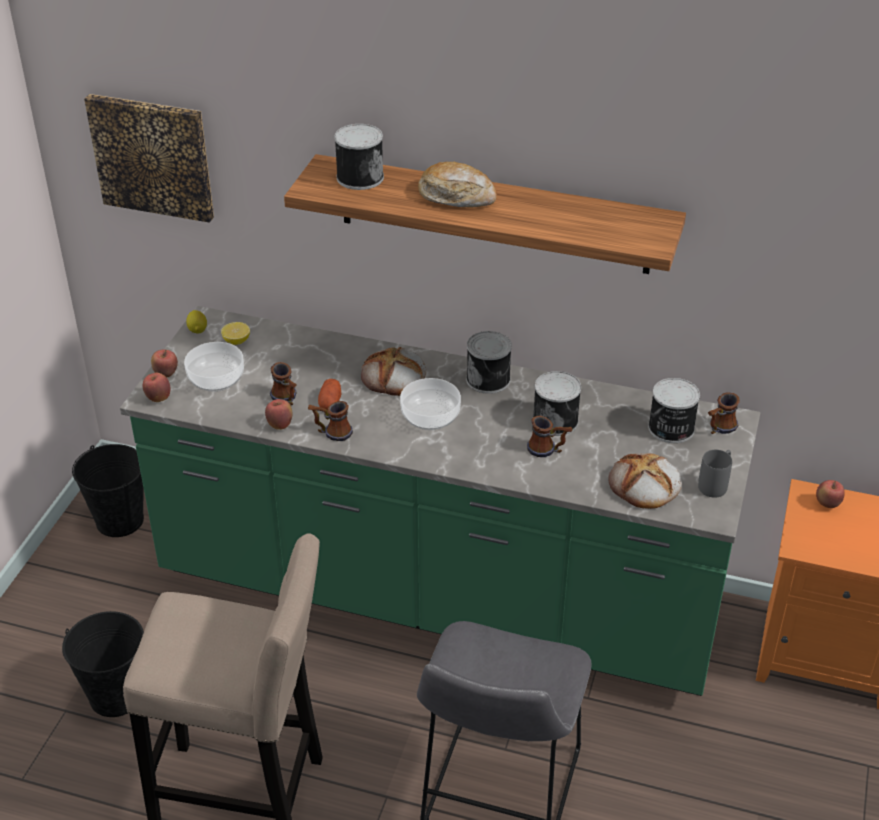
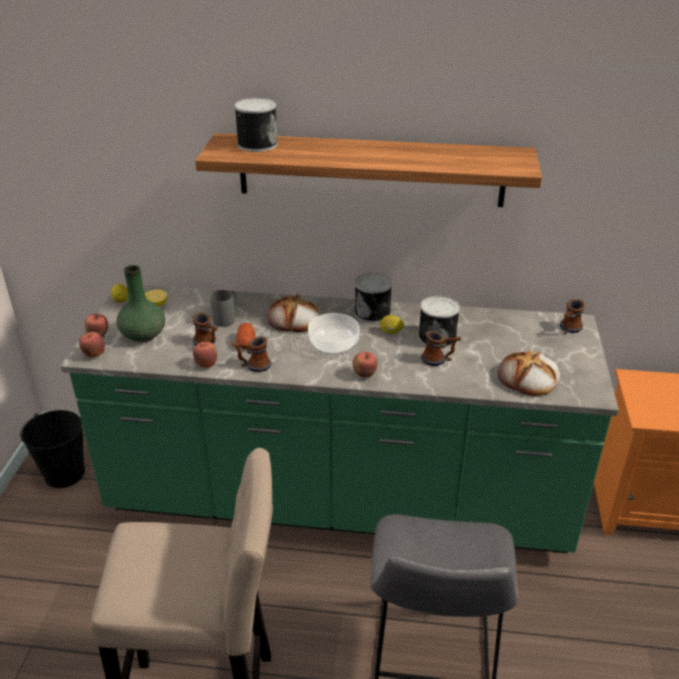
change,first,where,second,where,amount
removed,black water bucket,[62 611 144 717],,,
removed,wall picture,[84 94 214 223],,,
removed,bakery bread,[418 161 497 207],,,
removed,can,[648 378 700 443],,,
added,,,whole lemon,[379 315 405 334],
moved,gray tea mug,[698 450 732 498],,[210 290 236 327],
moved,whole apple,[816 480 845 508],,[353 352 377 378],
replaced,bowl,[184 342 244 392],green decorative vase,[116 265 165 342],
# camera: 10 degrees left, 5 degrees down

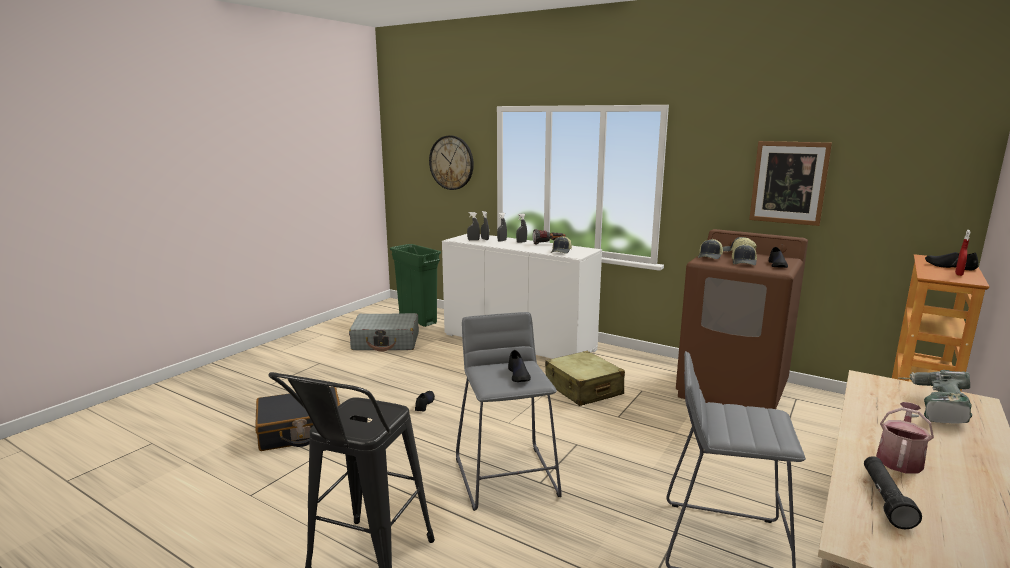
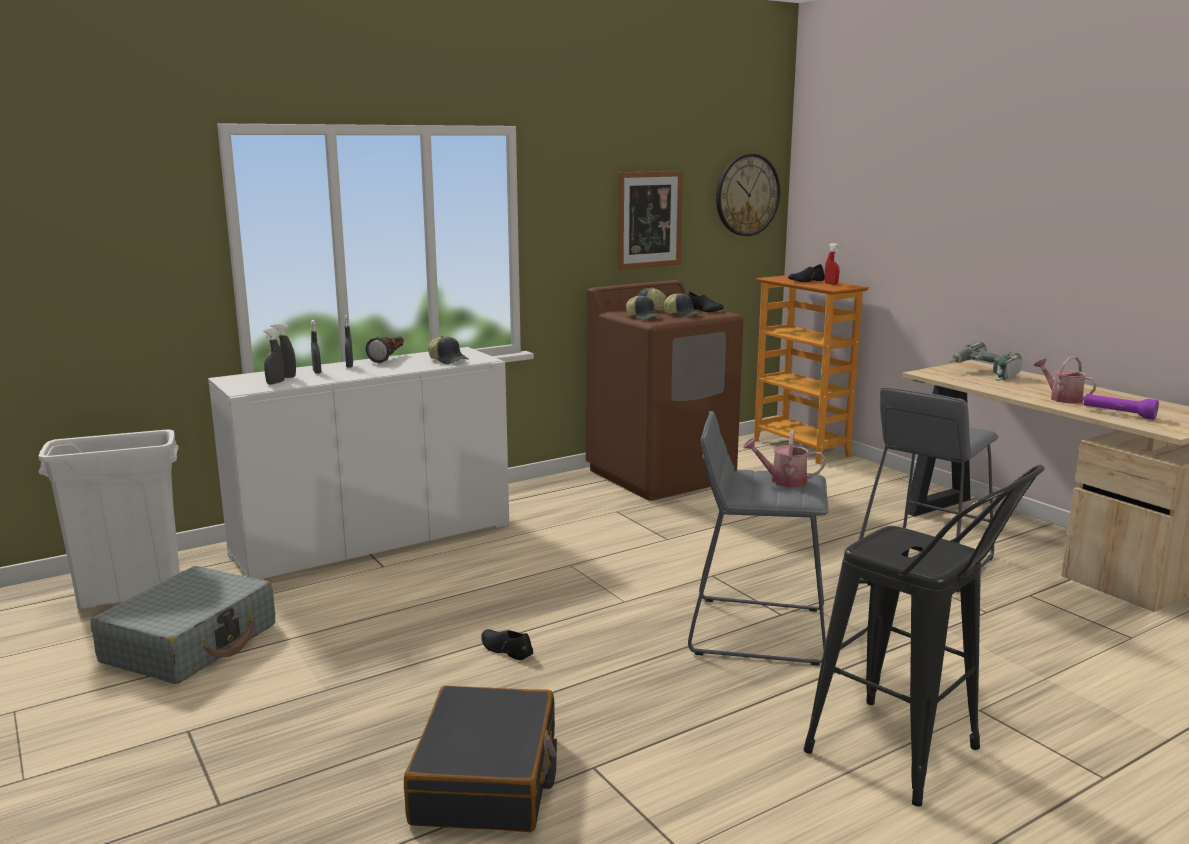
change,first,where,second,where,amount
removed,sand-coloured piece of luggage,[545 351 625 406],,,
moved,hanging clock,[429 135 474 190],,[716 154 780 236],
replaced,black item of footwear,[508 350 531 382],watering can,[743 430 826 487],
recoloured,green rubbish bin,[390 244 441 327],white rubbish bin,[38 429 180 609],
recoloured,black hand torch,[864 456 922 529],purple-coloured hand torch,[1084 394 1159 420],
# camera: 65 degrees left, 0 degrees up

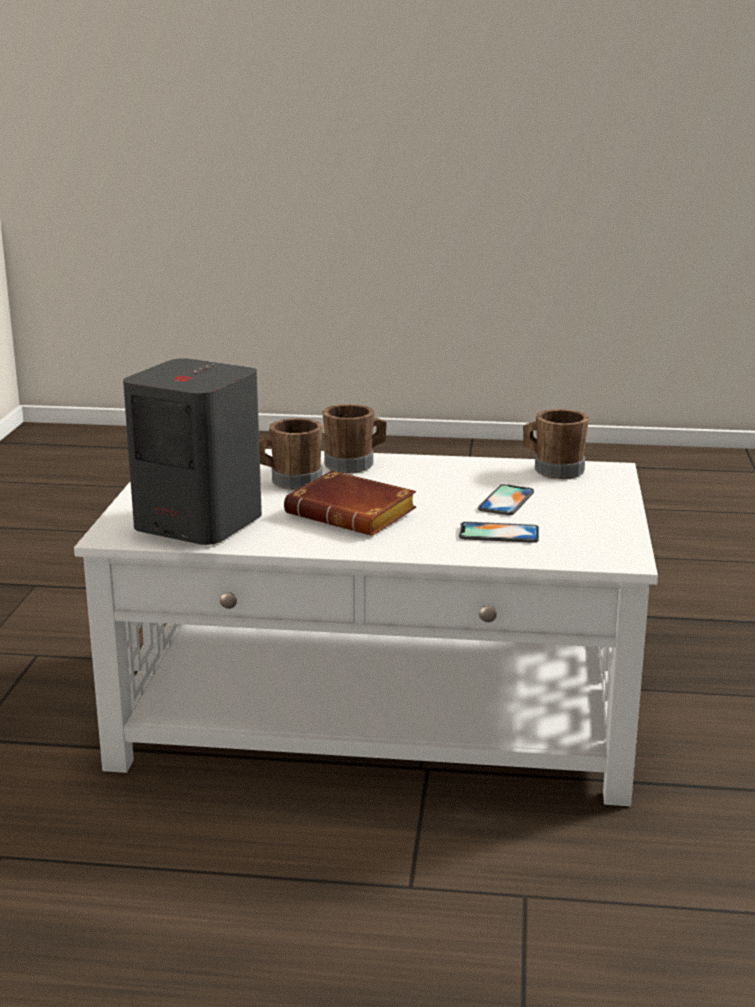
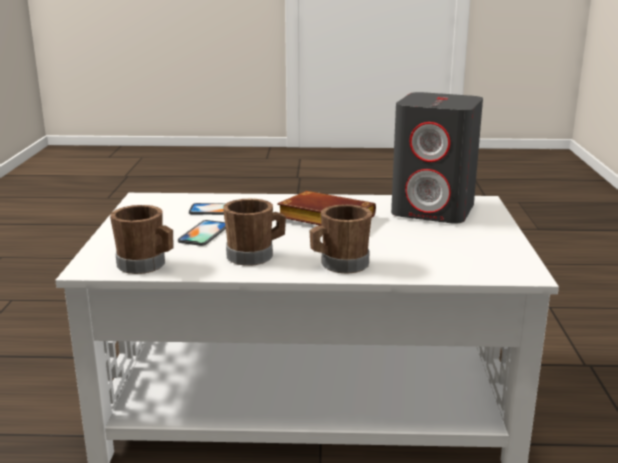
change,first,where,second,where,amount
moved,brown-coloured tea mug,[259 418 323 490],,[223 199 286 266],
# camera: 175 degrees right, 0 degrees up

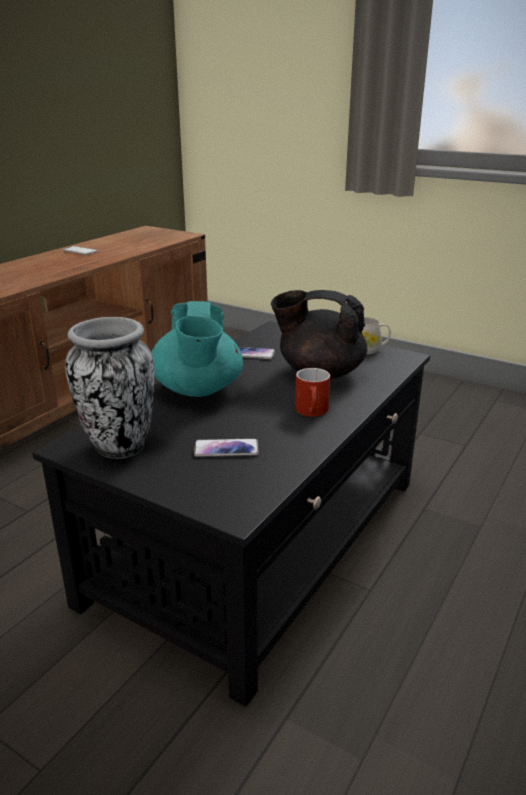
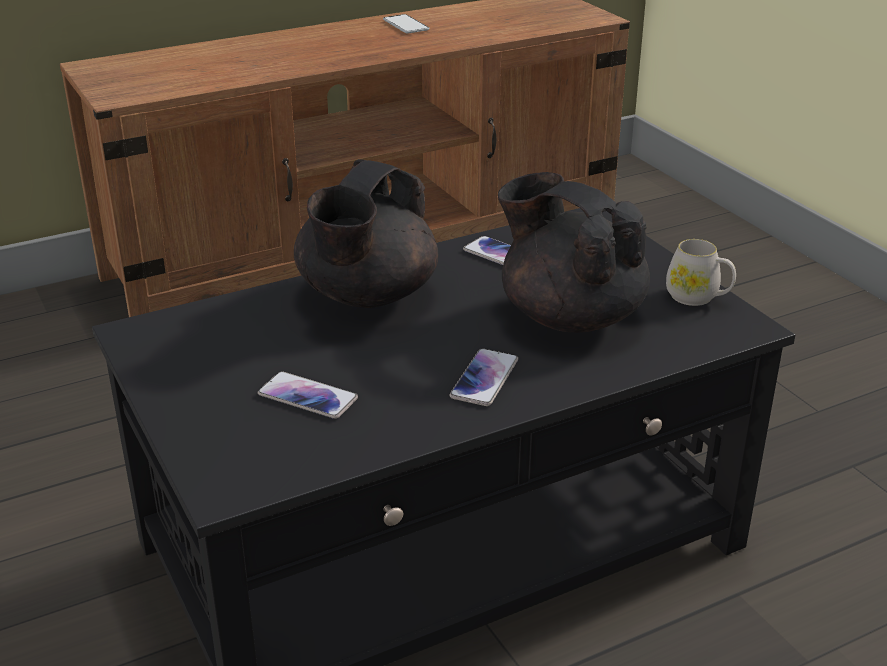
change,first,where,second,where,amount
removed,decorative vase,[65 317 154 459],,,
replaced,red tea mug,[295 368 330 417],telephone,[450 349 518 406],
recoloured,blue-green tea pot,[151 301 243 397],black tea pot,[294 159 438 308],
# camera: 30 degrees right, 5 degrees up

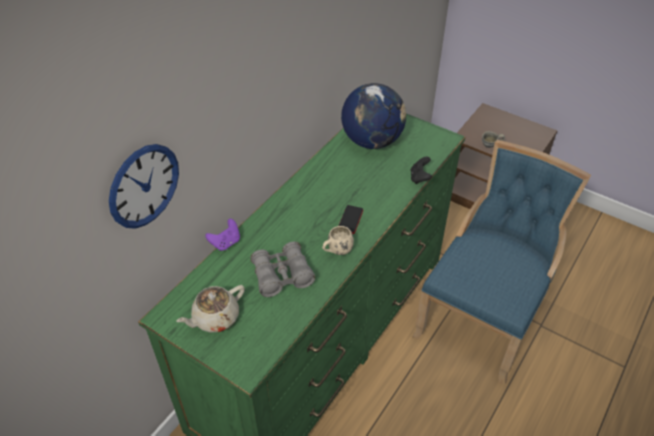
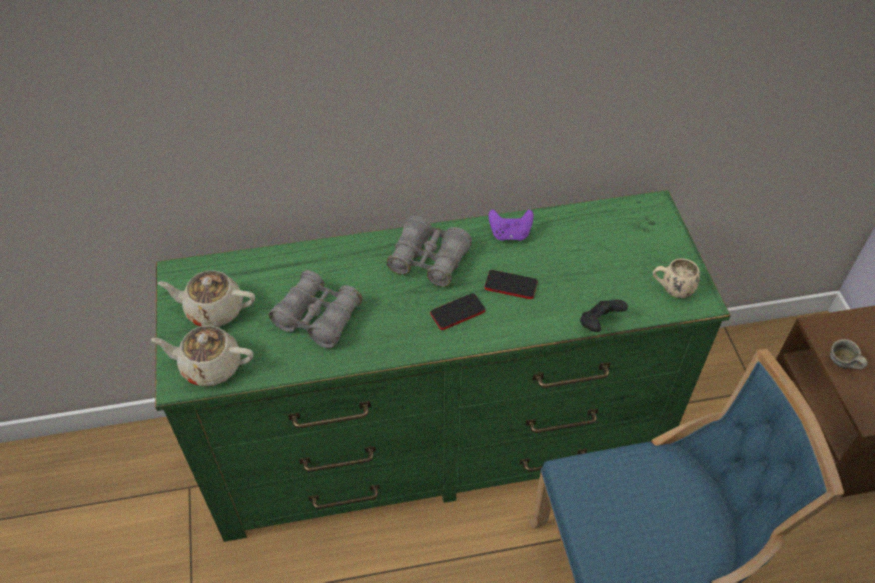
change,first,where,second,where,amount
removed,hanging clock,[109 144 179 229],,,
removed,world globe,[341 83 406 149],,,
added,,,sand-coloured tea pot,[151 325 253 386],
added,,,gray pair of binoculars,[387 216 472 287],
added,,,telephone,[484 270 538 299],
moved,purple-coloured joypad,[205 219 240 251],,[488 209 534 241],
moved,sand-coloured tea mug,[322 226 354 255],,[653 258 700 298],
# camera: 45 degrees right, 5 degrees up

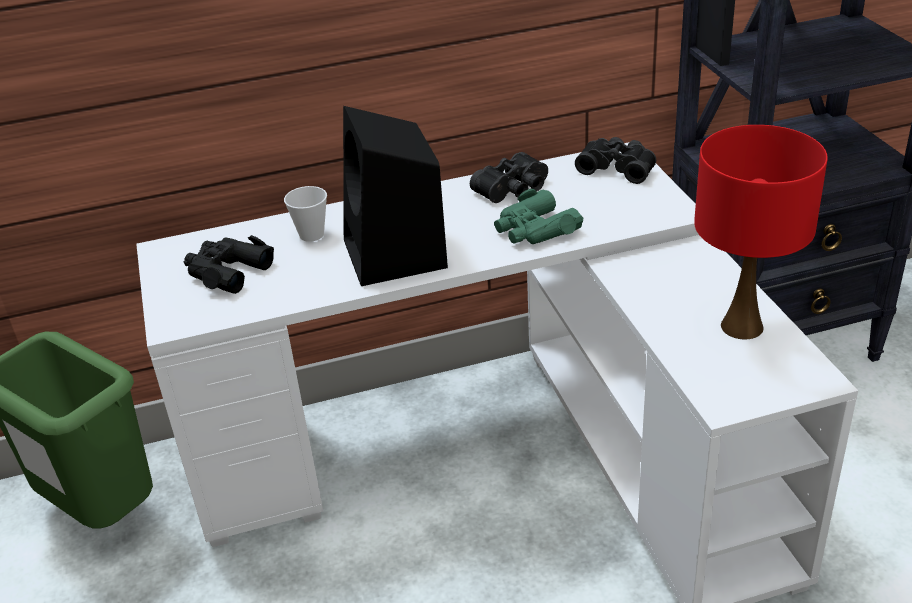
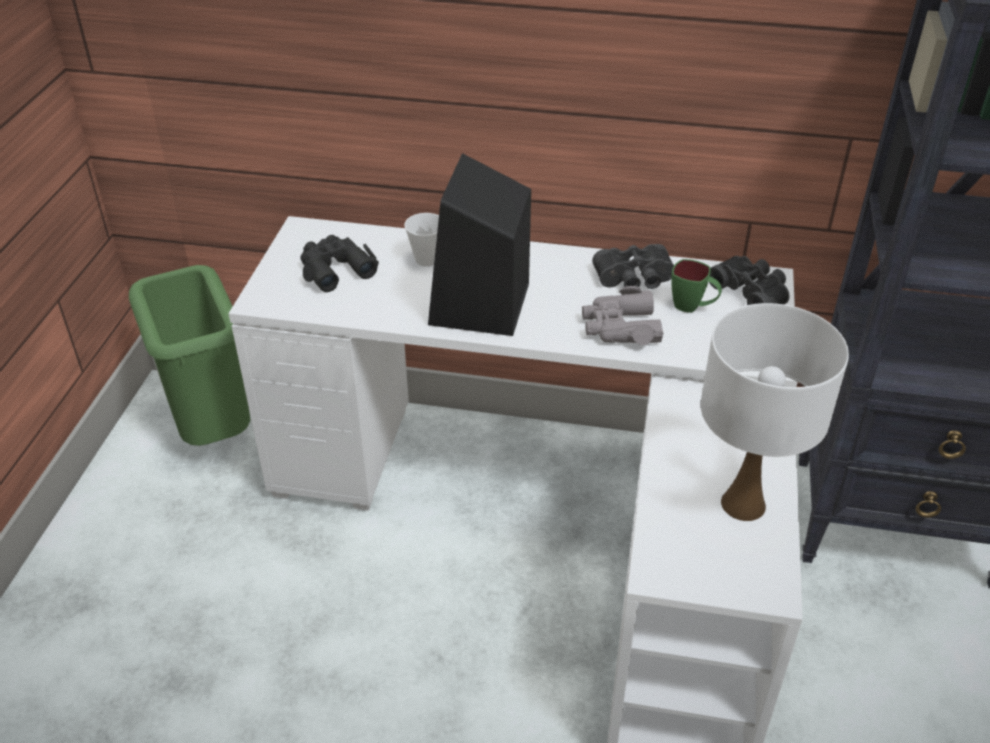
change,first,where,second,where,amount
added,,,green tea mug,[671 259 722 313],
recoloured,green pair of binoculars,[494 189 584 244],gray pair of binoculars,[582 286 664 345],
recoloured,red table lamp,[694 125 828 339],white table lamp,[701 303 849 521],
# camera: 25 degrees right, 5 degrees up

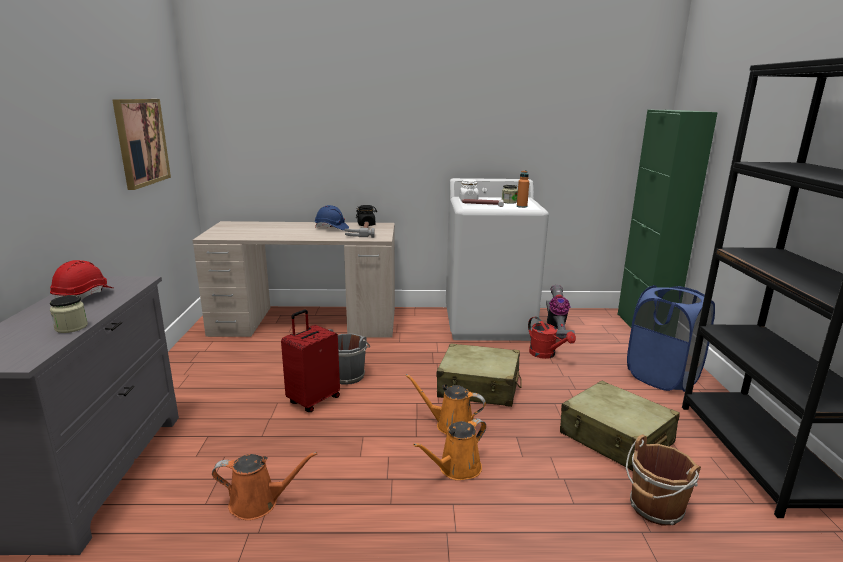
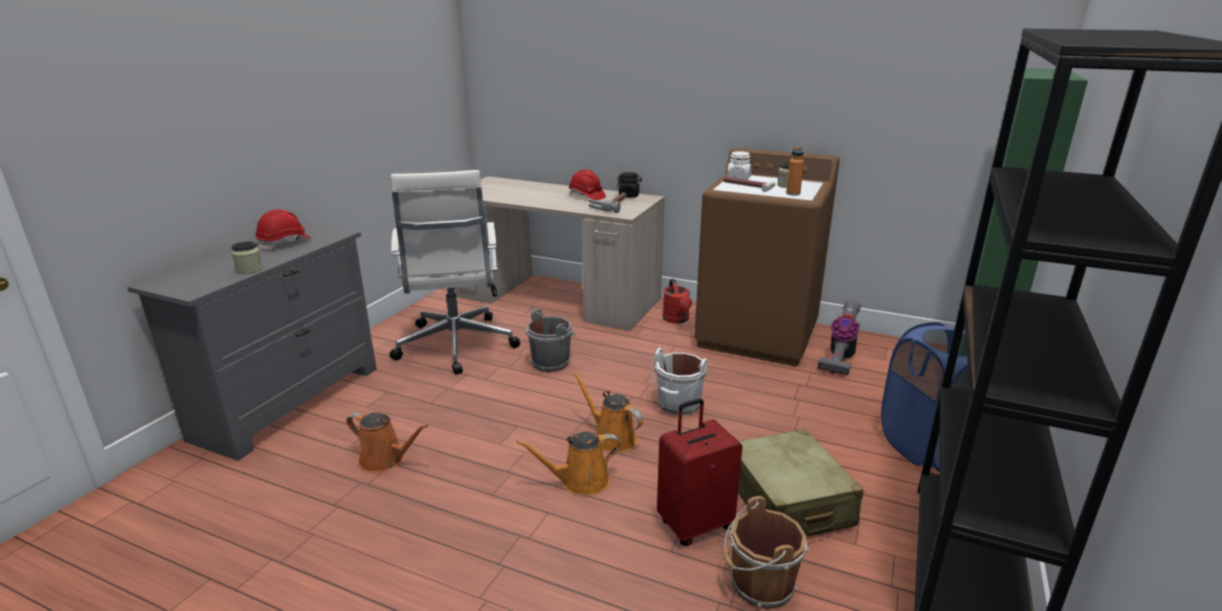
change,first,where,second,where,amount
removed,wall picture,[112 99 171 190],,,
added,,,white computer chair,[390 170 520 375],
moved,red piece of luggage,[281 310 340 412],,[657 399 743 546],
moved,red watering can,[528 317 576 359],,[663 279 692 324],
replaced,sand-coloured piece of luggage,[436 343 522 407],white water bucket,[651 348 708 416],
recoloured,blue-coloured hard hat,[315 205 349 230],red hard hat,[569 169 606 200],
recoloured,white laundry appliance,[446 178 549 341],brown-coloured laundry appliance,[694 148 840 366],
# camera: 25 degrees right, 5 degrees up

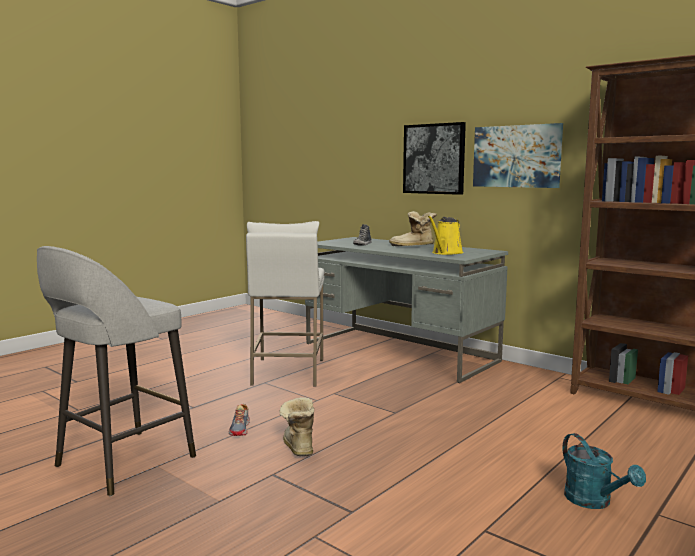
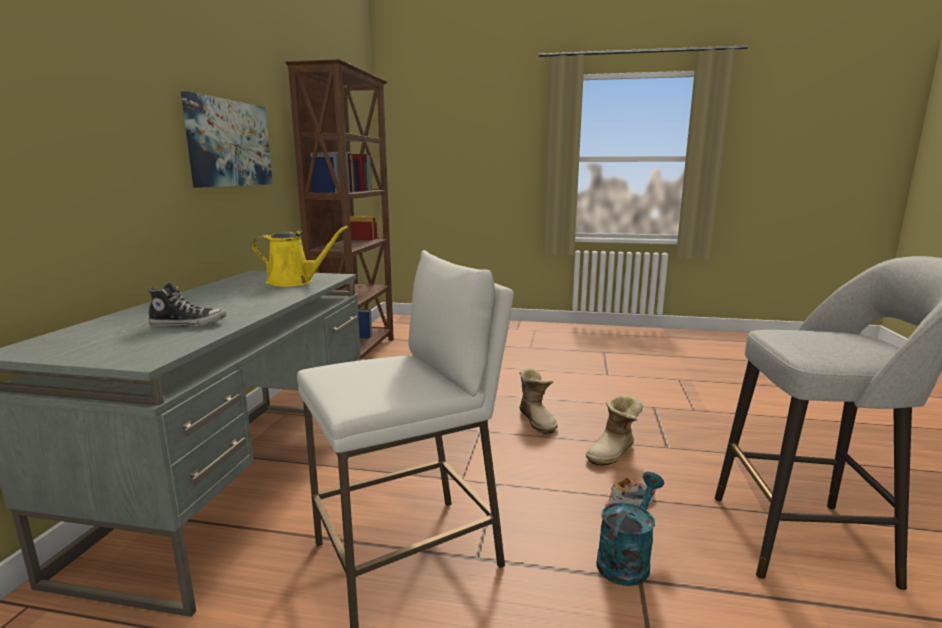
change,first,where,second,where,amount
removed,wall picture,[403 122 466 195],,,
moved,boot,[389 211 437 246],,[519 368 558 434],
moved,blue-green watering can,[563 433 646 509],,[596 472 664 586],
# camera: 120 degrees left, 5 degrees up

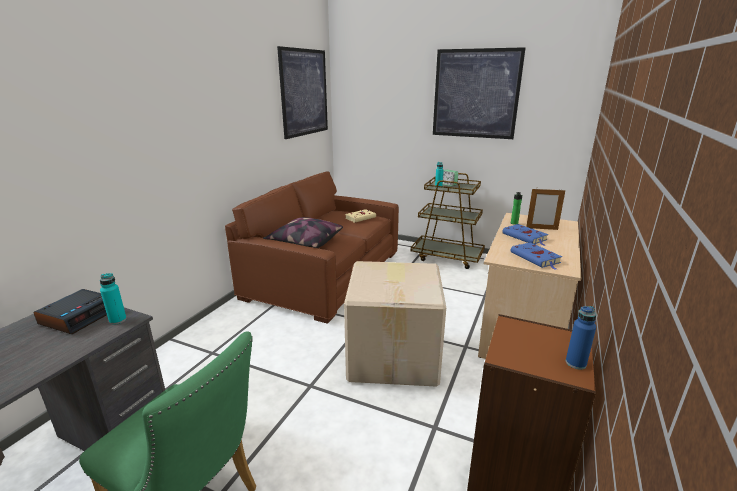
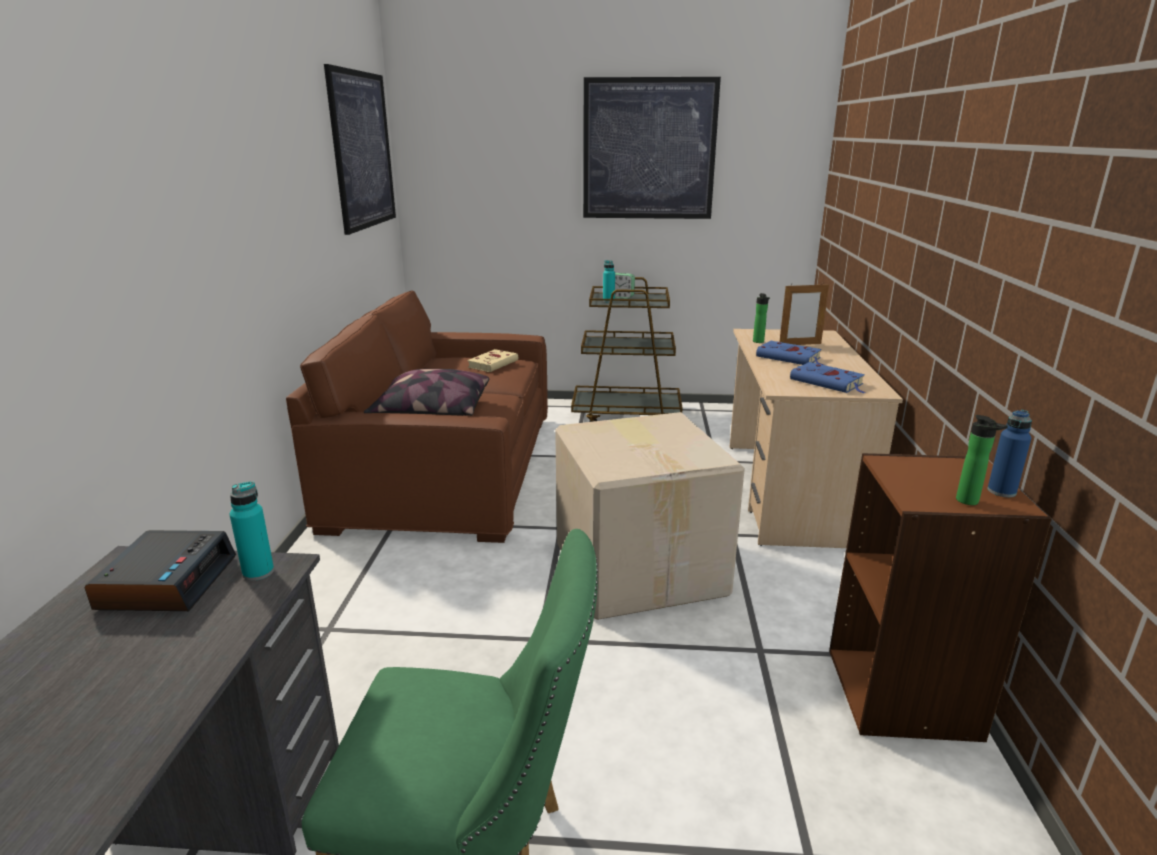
change,first,where,second,where,amount
added,,,drink bottle,[956 415 1008 505],
# camera: 20 degrees left, 0 degrees up

